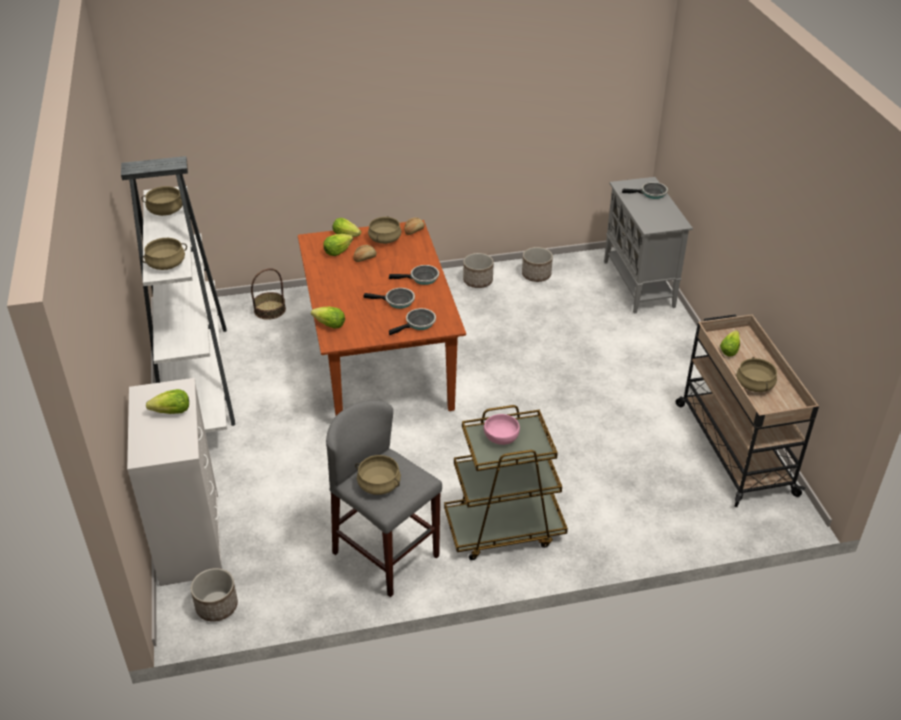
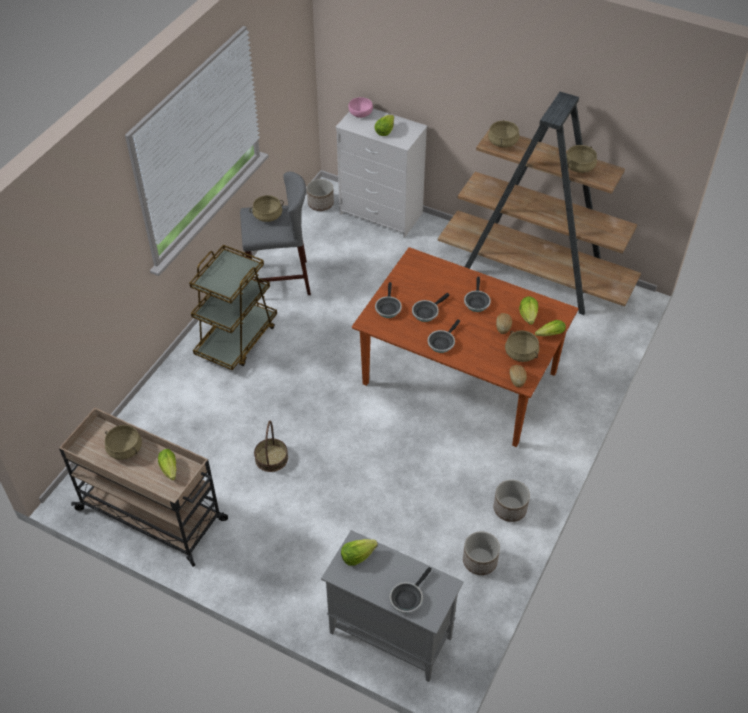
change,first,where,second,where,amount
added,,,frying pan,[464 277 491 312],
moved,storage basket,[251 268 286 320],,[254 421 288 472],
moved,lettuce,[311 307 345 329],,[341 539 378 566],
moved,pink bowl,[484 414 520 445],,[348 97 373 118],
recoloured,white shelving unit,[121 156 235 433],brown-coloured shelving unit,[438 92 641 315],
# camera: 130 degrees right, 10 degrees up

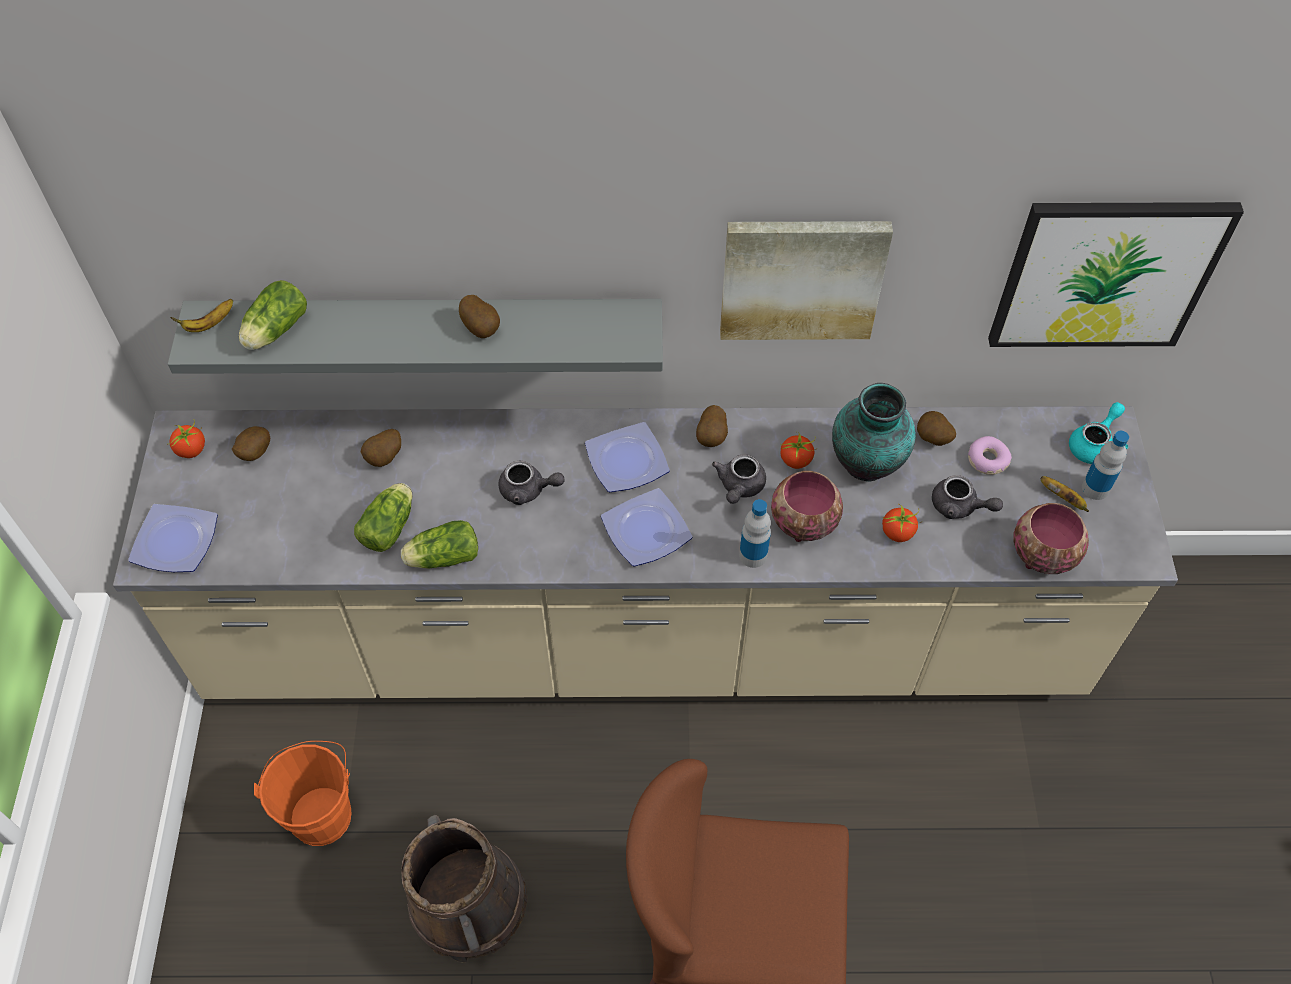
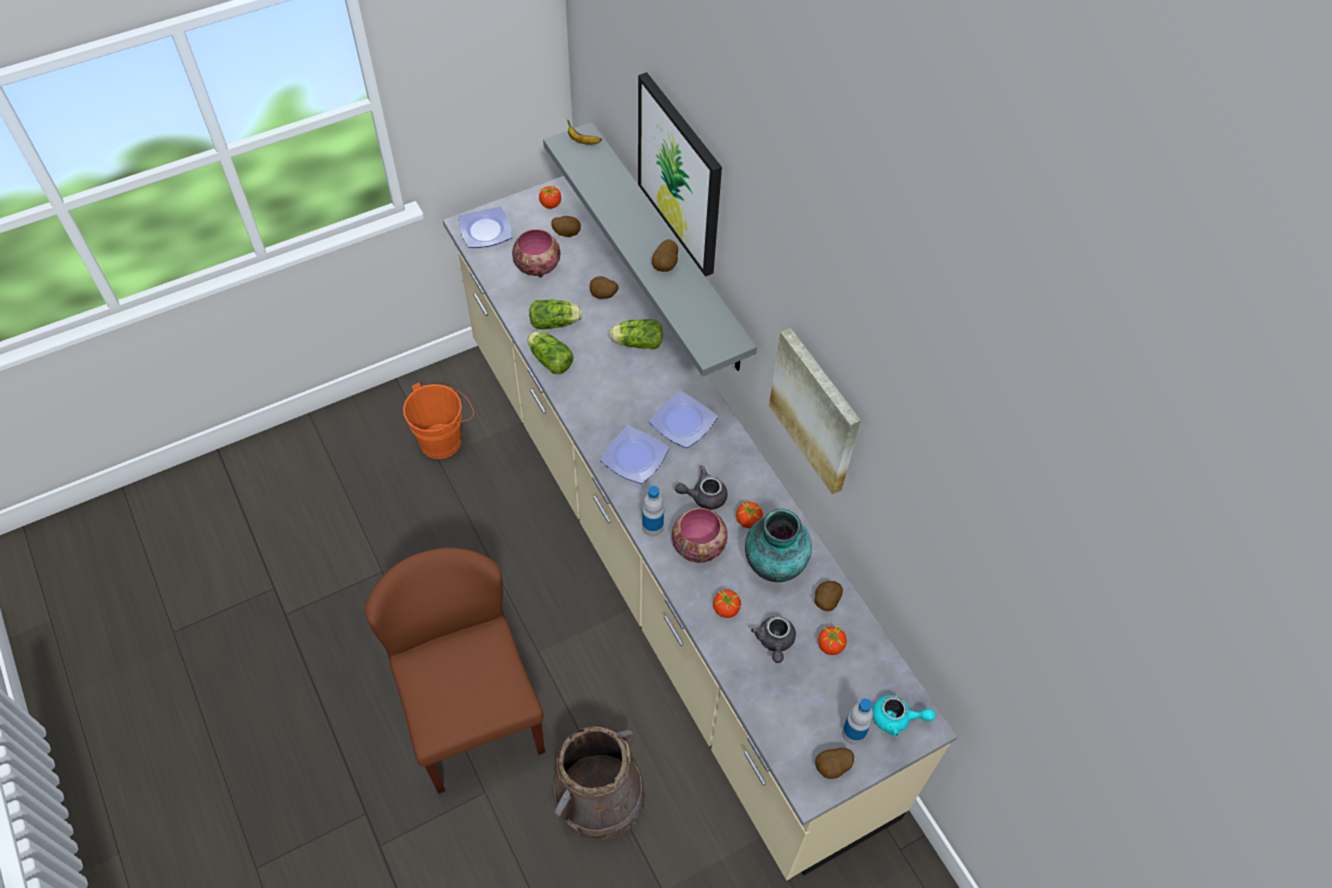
change,first,where,second,where,amount
removed,gray tea pot,[498 461 564 505],,,
removed,whole banana,[1041 476 1089 512],,,
moved,lettuce,[239 280 307 350],,[609 319 663 349],
moved,brown-coloured water bucket,[401 815 527 963],,[554 726 645 840],
moved,spud,[696 405 728 447],,[815 748 854 779],
moved,wall picture,[988 202 1244 347],,[638 72 722 277],
moved,bowl,[1013 503 1089 574],,[512 229 560 277],
replaced,ring doughnut,[968 436 1012 475],fresh tomato,[818 625 847 655],
# camera: 60 degrees right, 0 degrees up

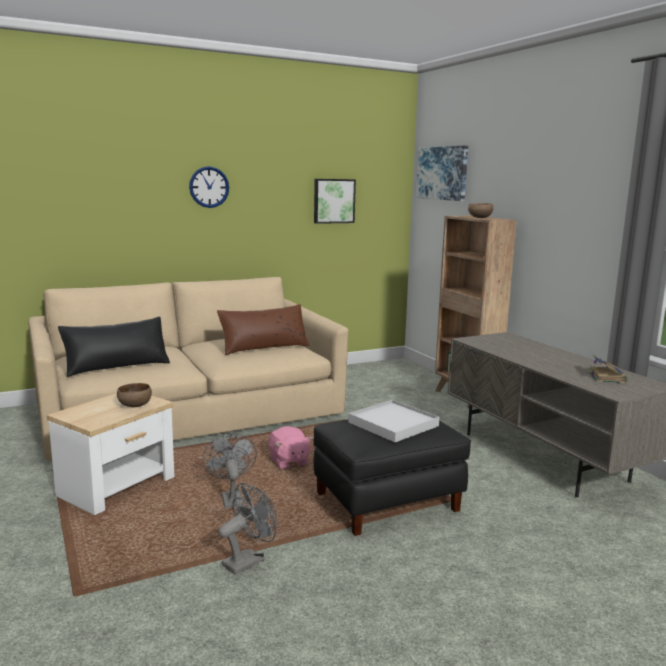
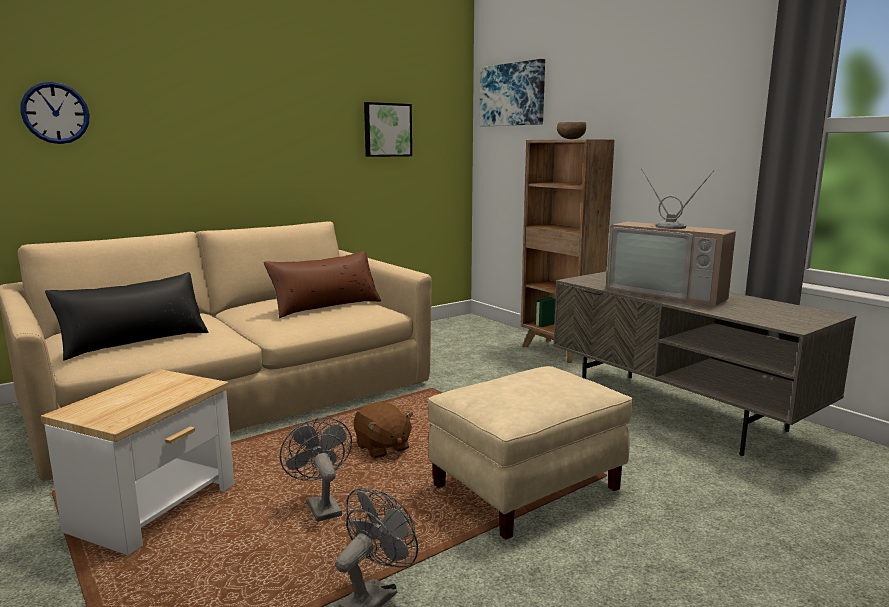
change,first,where,second,where,amount
removed,brown-coloured bowl,[117 383 152 407],,,
removed,white carrying tray,[348 400 439 442],,,
removed,book,[588 355 627 383],,,
added,,,TV,[606 168 736 306],
moved,hanging clock,[189 166 229 208],,[20 82 90 144],
recoloured,pink plush toy,[269 426 313 469],brown-coloured plush toy,[354 402 413 459],
recoloured,black pouffe,[313 420 471 536],sand-coloured pouffe,[428 366 633 540],
# camera: 10 degrees left, 0 degrees up

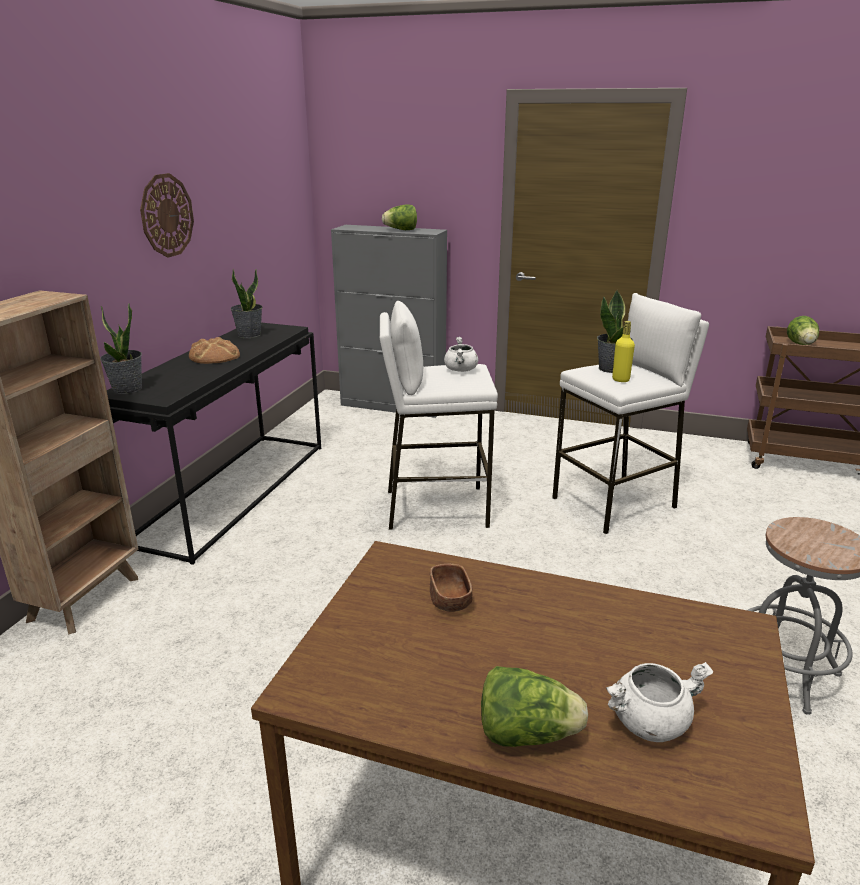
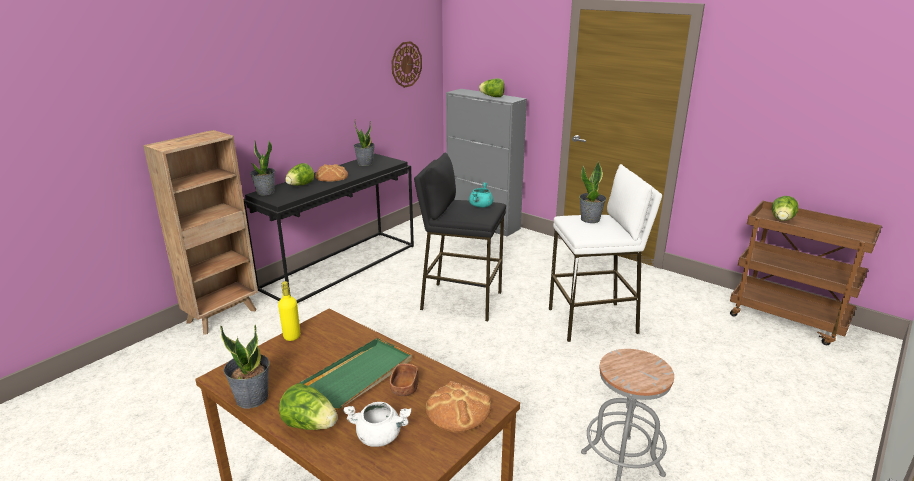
change,first,where,second,where,amount
added,,,potted plant,[220 325 270 408],
added,,,lettuce,[285 163 314 186],
added,,,green carrying tray,[300 338 412 410],
added,,,bakery bread,[425 381 491 433],
moved,hanging clock,[140 173 194 258],,[392 41 422 88],
moved,brown-coloured bowl,[430 564 472 612],,[390 364 419 396],
moved,yellowish drink bottle,[612 321 635 382],,[278 281 300 341],
recoloured,white stool,[380 301 498 530],black stool,[414 153 506 321],
recoloured,white saucepot,[444 337 478 372],blue-green saucepot,[469 182 493 208],
# camera: 20 degrees right, 0 degrees up

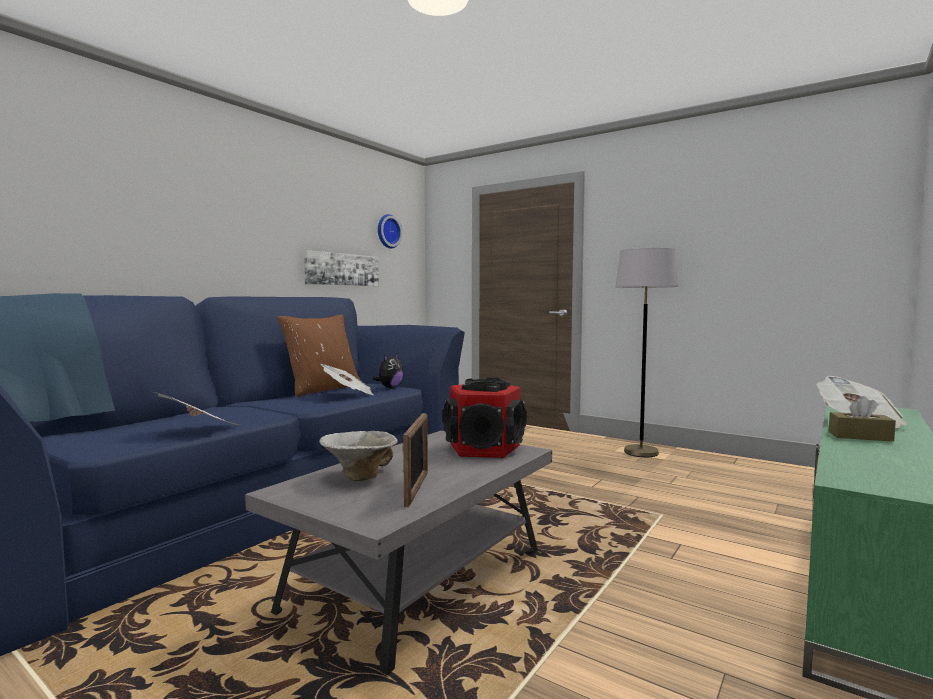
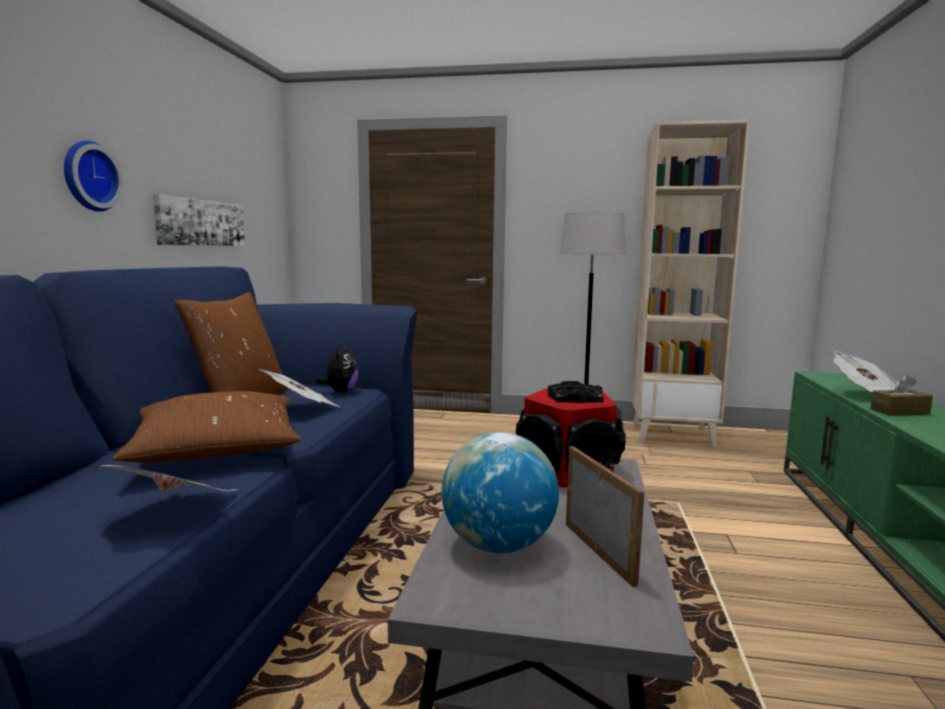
change,first,where,second,where,amount
added,,,brown-coloured cushion,[113 391 301 462],
added,,,sand-coloured shelving unit,[632 119 750 447],
moved,hanging clock,[378 214 402 248],,[64 140 123 212],
replaced,bowl,[319 431 398 481],world globe,[441 432 559 553],
# camera: 25 degrees left, 5 degrees up

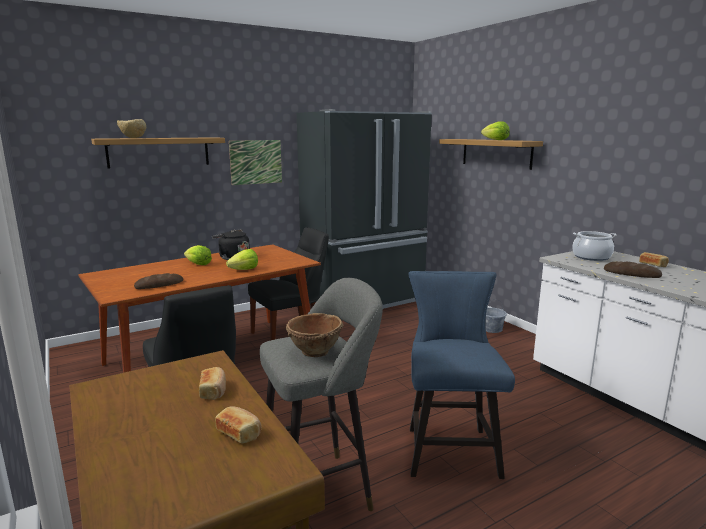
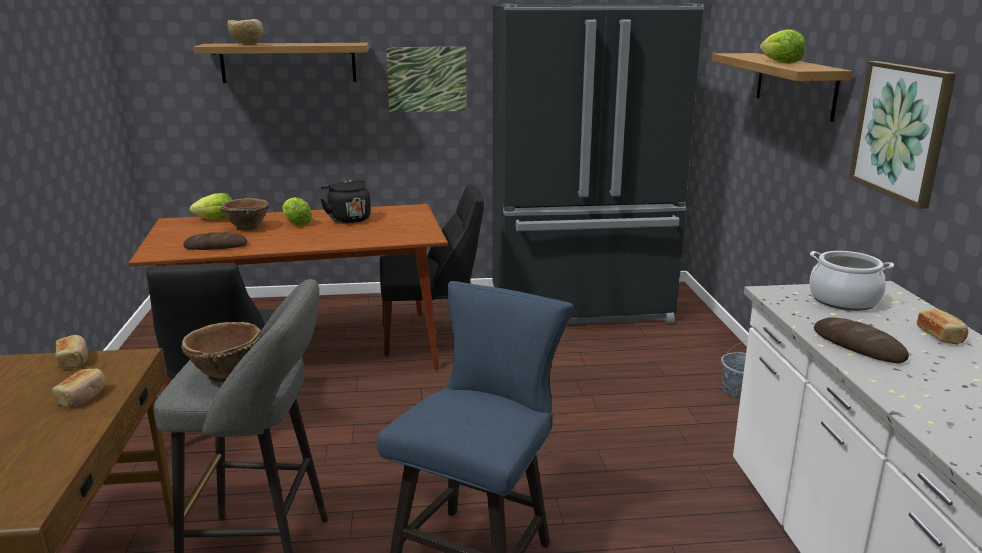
change,first,where,second,where,amount
added,,,brown-coloured bowl,[221 198 269 231],
added,,,wall picture,[849 61 956 209],
moved,bakery bread,[215 407 261 444],,[56 335 88 368],
moved,lettuce,[226 249 258 270],,[190 193 232 219],
# camera: 25 degrees right, 5 degrees up

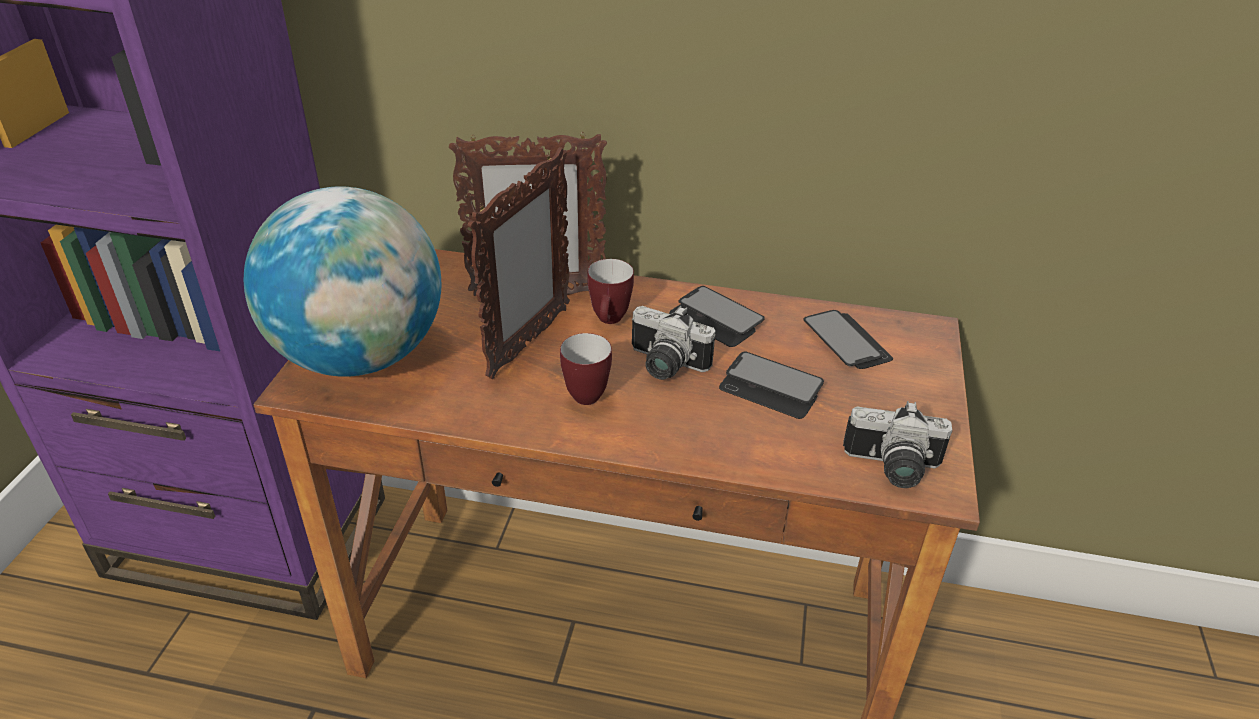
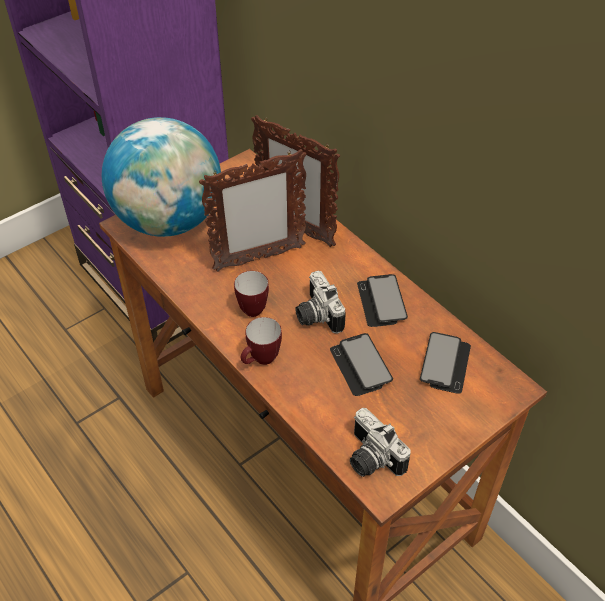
change,first,where,second,where,amount
moved,tea mug,[587 259 634 324],,[241 317 282 365],
# camera: 40 degrees right, 10 degrees up

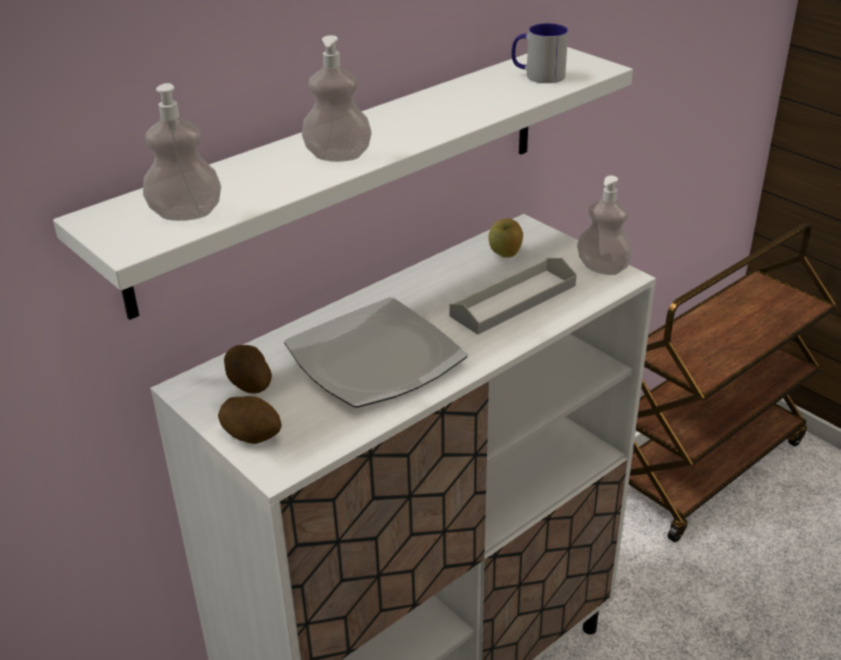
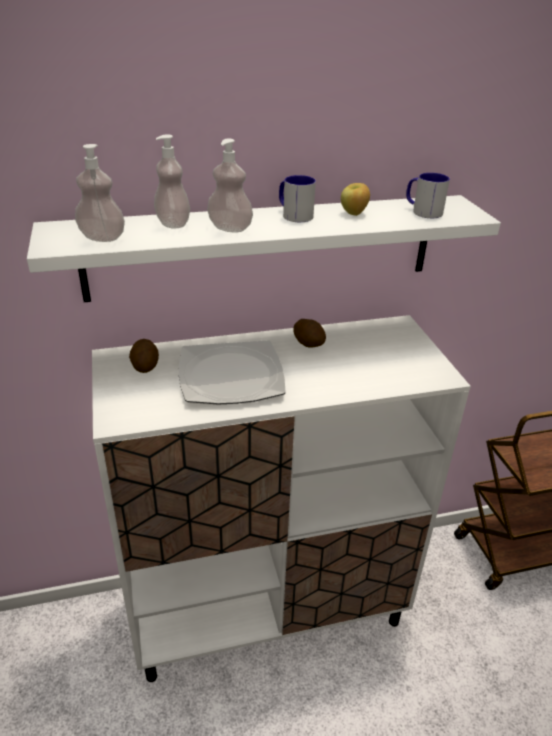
change,first,where,second,where,amount
removed,gray carrying tray,[449 258 576 335],,,
added,,,tea mug,[279 175 316 222],
moved,spud,[218 396 282 444],,[293 319 326 348],
moved,whole apple,[488 219 523 257],,[341 183 370 216],
moved,liquid soap bottle,[577 176 633 275],,[154 134 190 229],
# camera: 25 degrees right, 0 degrees up

